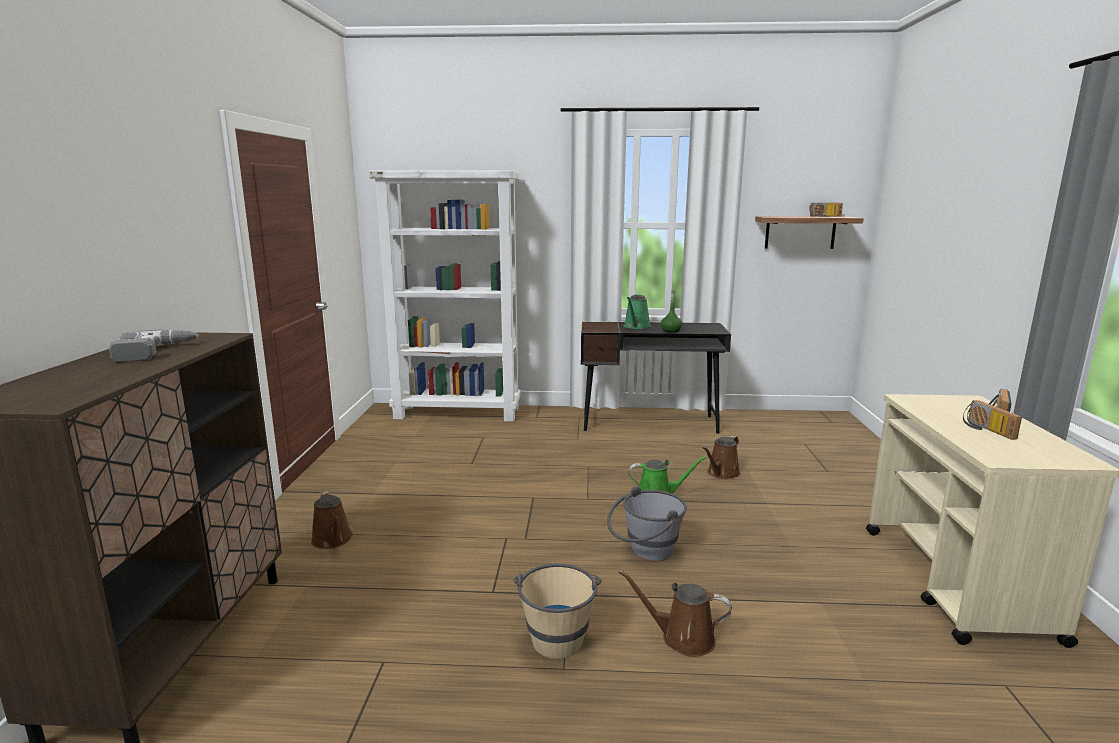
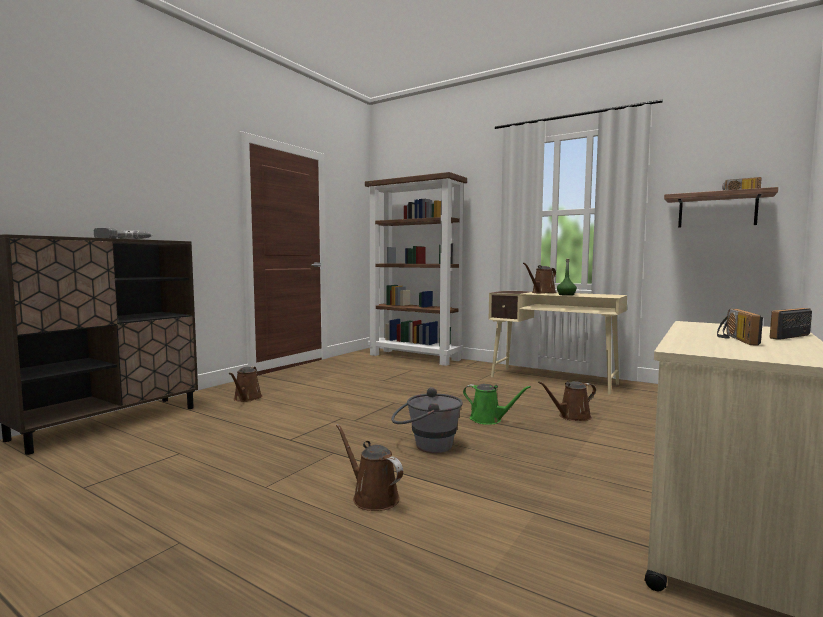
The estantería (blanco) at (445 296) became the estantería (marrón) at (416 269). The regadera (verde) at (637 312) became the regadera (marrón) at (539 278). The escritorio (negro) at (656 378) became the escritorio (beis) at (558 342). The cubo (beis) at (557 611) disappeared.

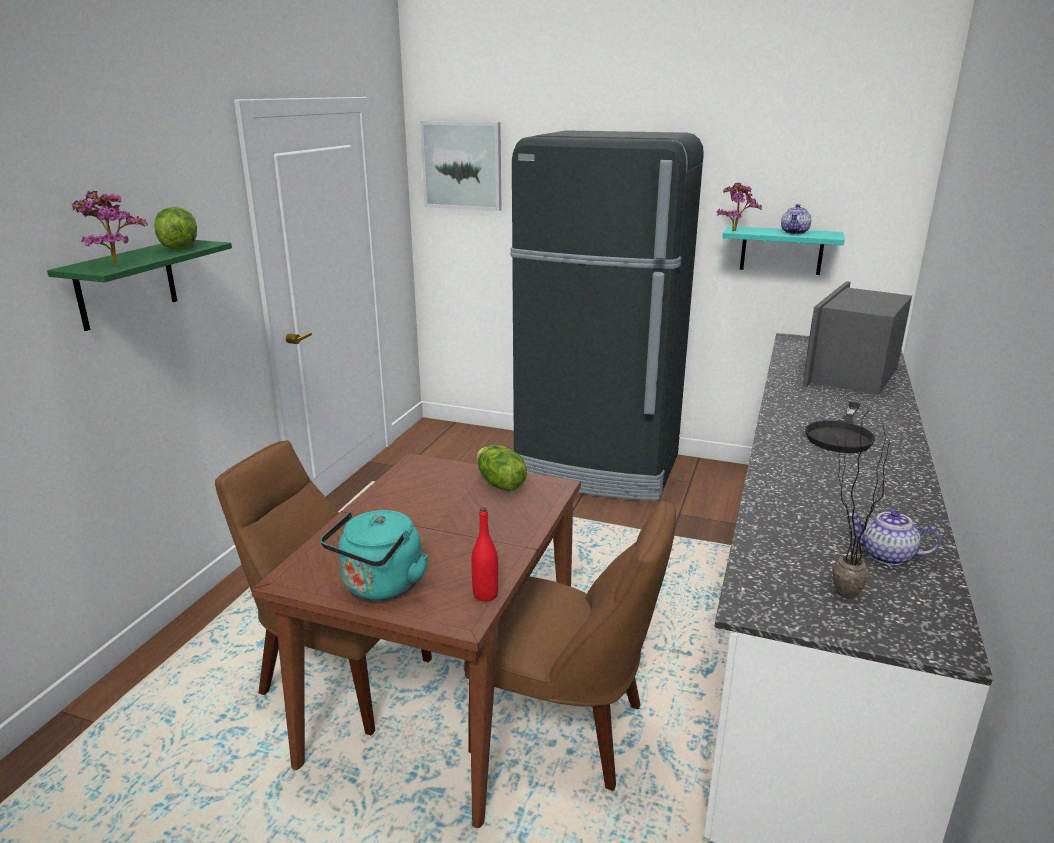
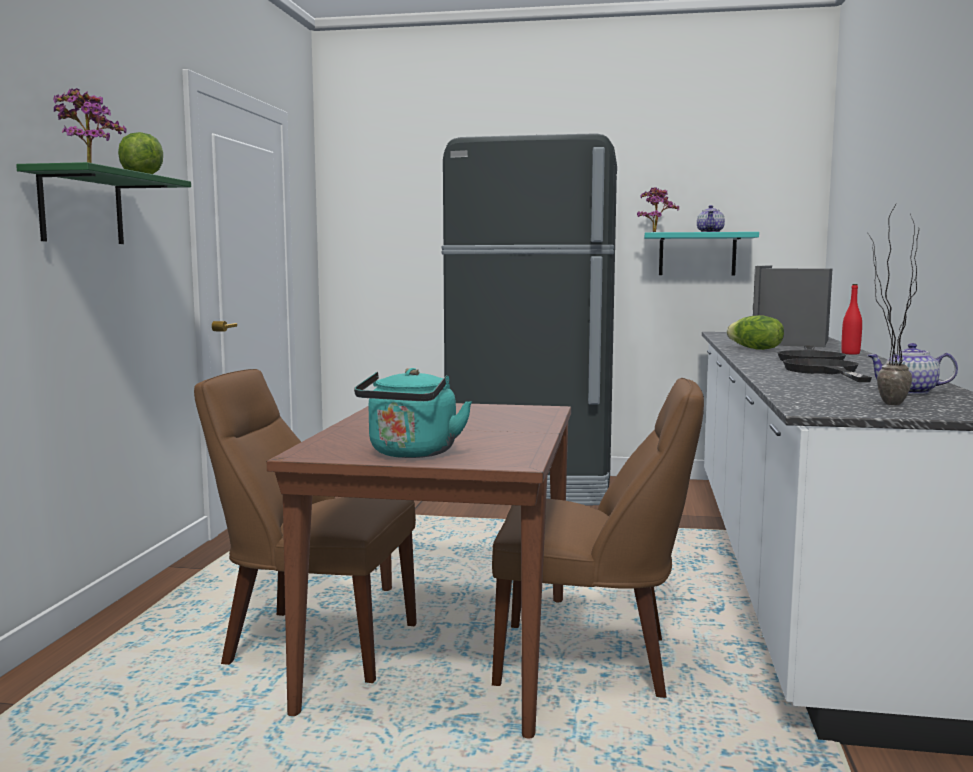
The cuadro at (461 166) disappeared. The lechuga moved from (502 468) to (755 332). The botella (rojo) moved from (484 554) to (851 319). The sartén (negro) at (827 370) appeared.

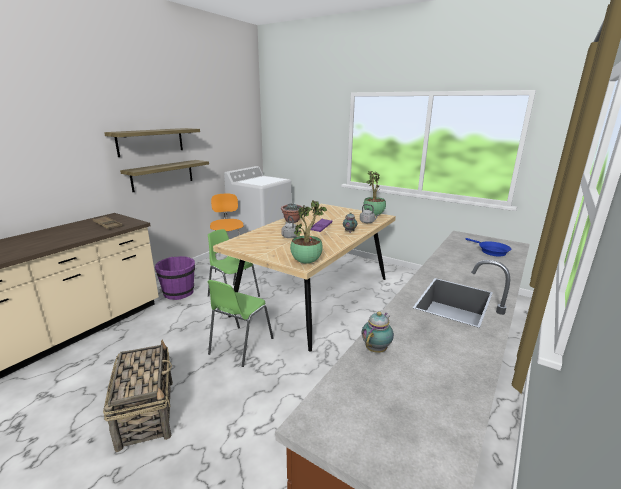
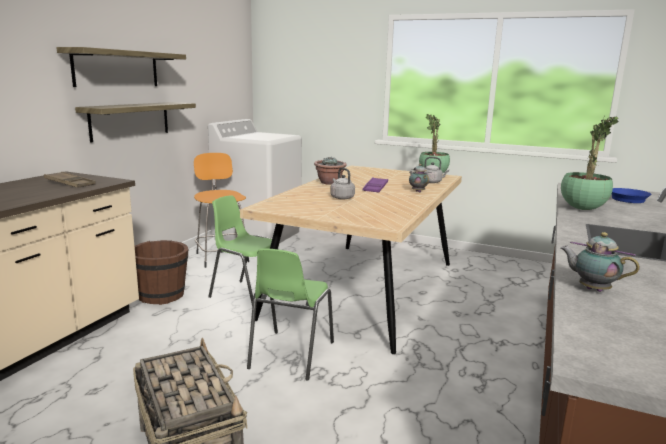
The planta en maceta moved from (308 232) to (590 163). The cubo (morado) at (175 278) became the cubo (marrón) at (162 272). The tetera at (377 332) turned 75 degrees counterclockwise.

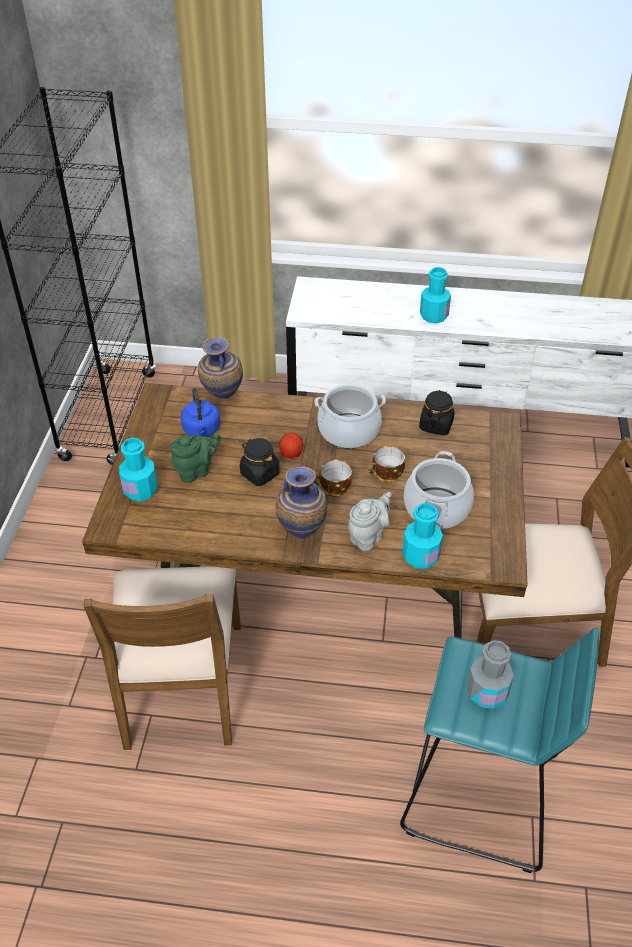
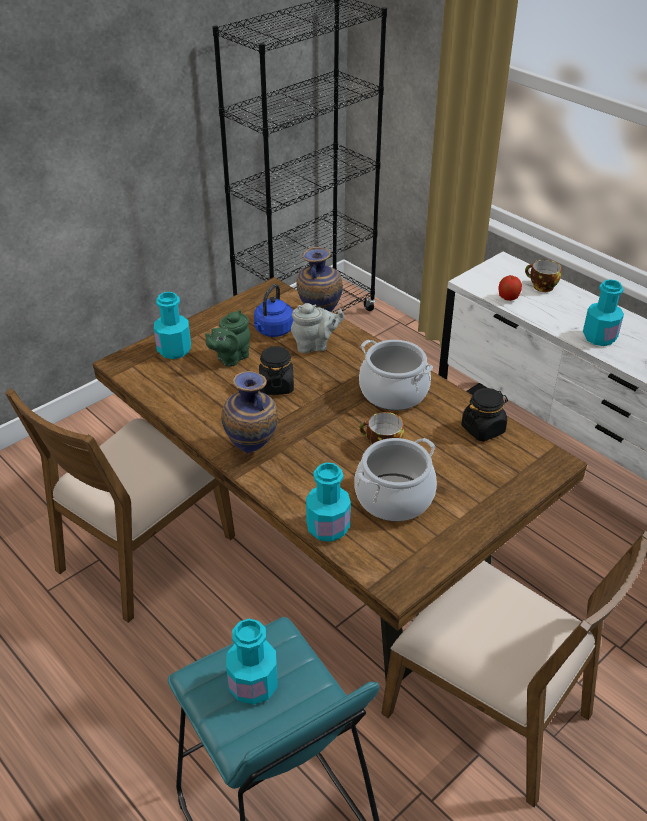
The manzana moved from (291 445) to (510 288). The tetera (verde) at (195 458) turned 120 degrees clockwise. The taza moved from (333 478) to (543 276). The tetera (gris) moved from (370 521) to (318 328). The botella (gris) at (490 674) became the botella (turquesa) at (252 662).

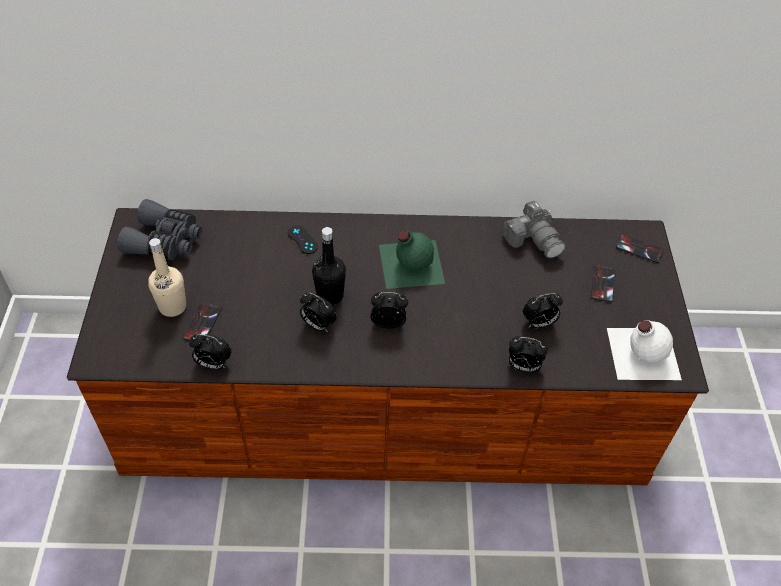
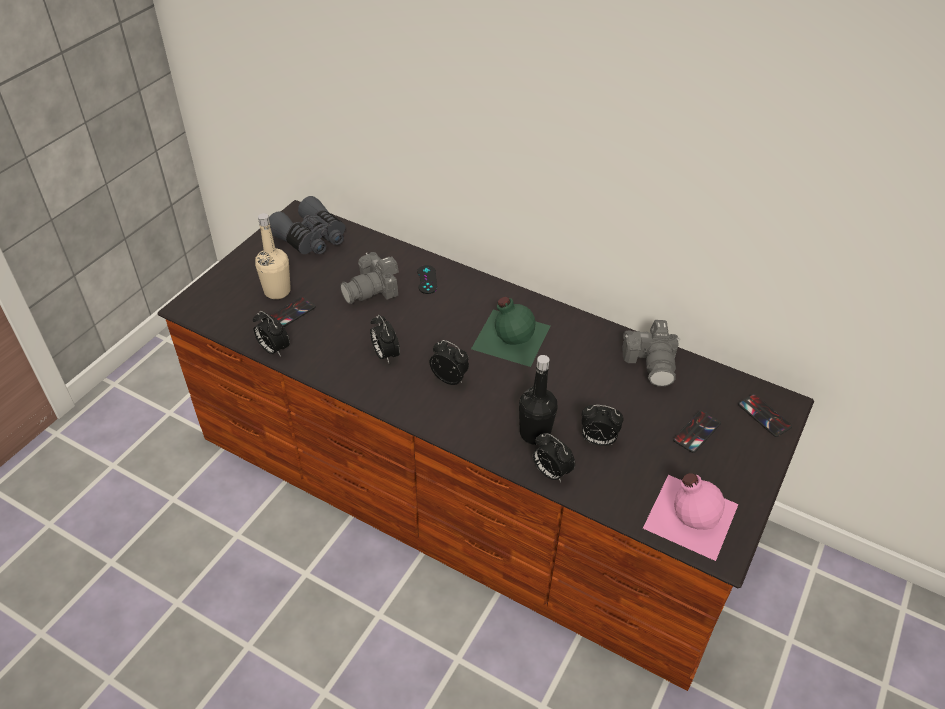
The botella (negro) moved from (329 266) to (538 400). The botella (blanco) at (644 350) became the botella (rosa) at (690 517). The cámara at (369 278) appeared.

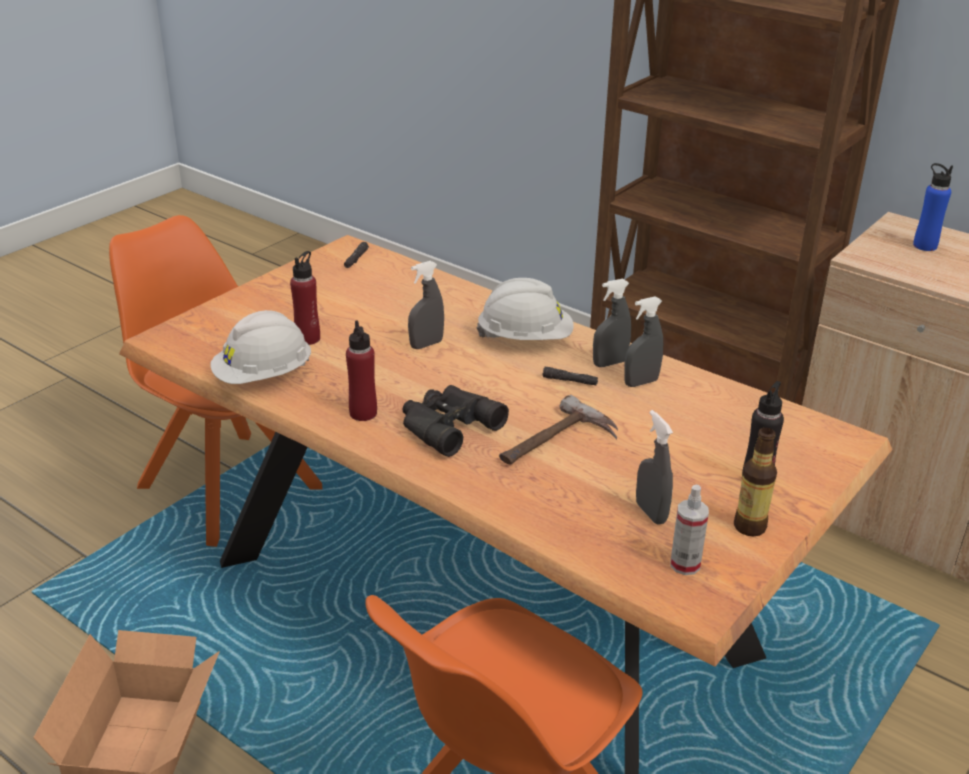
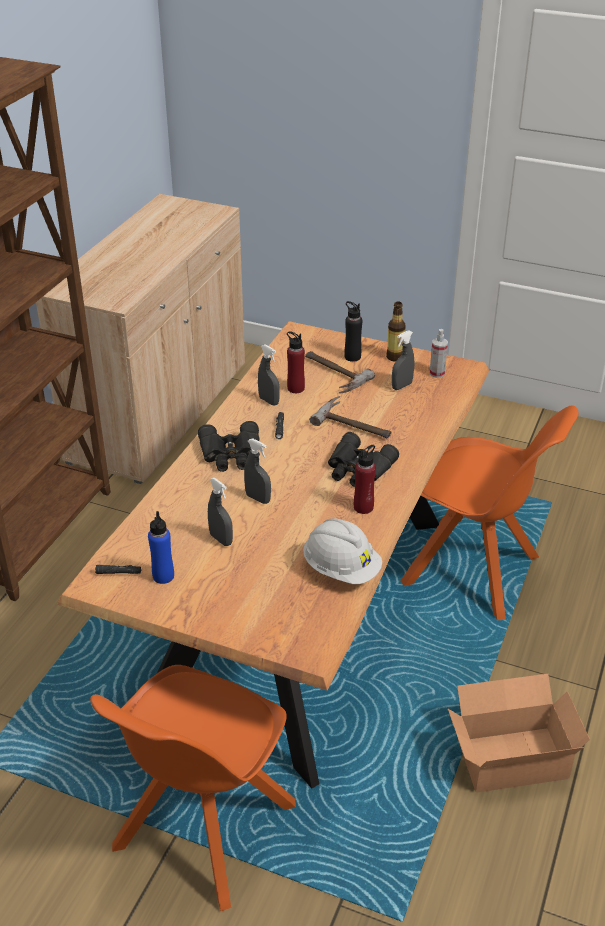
The botella (azul) moved from (933 207) to (161 547). The botella (rojo) moved from (305 298) to (296 362). The casco (blanco) at (525 309) was replaced by the prismáticos (negro) at (229 446). The pulverizador (gris) moved from (612 323) to (220 512). The martillo at (340 372) appeared.

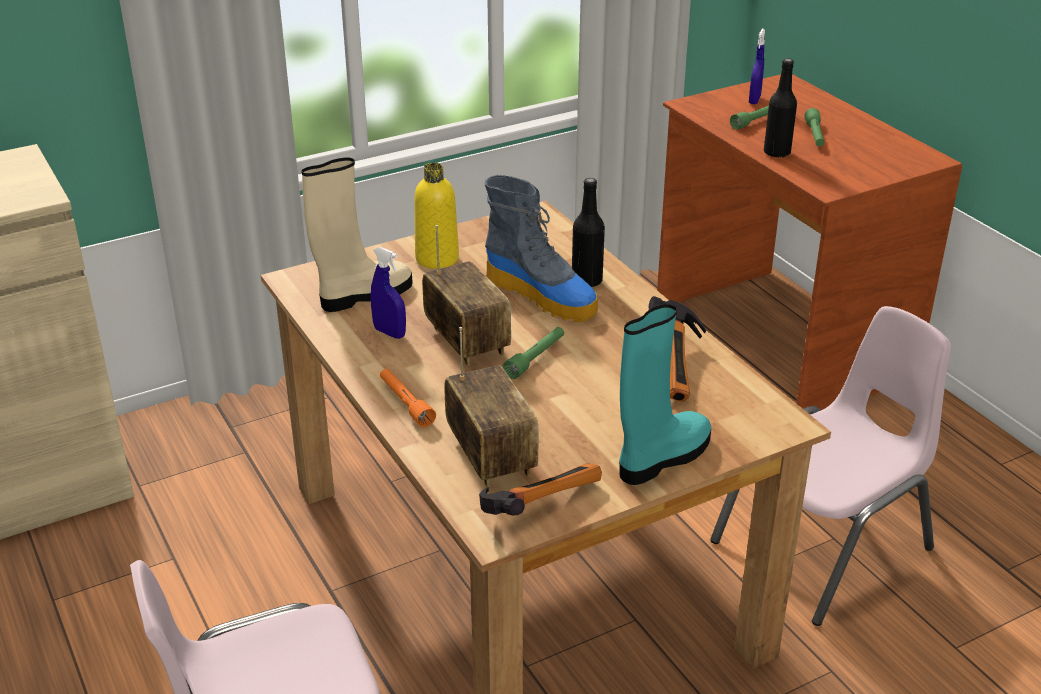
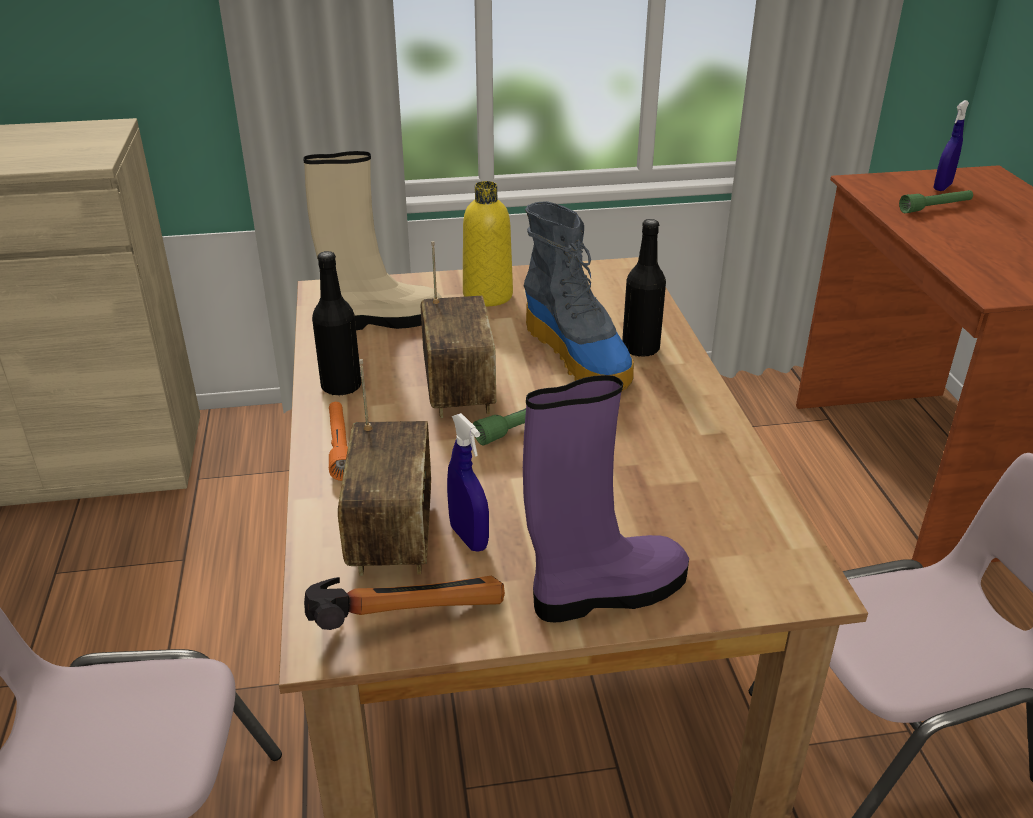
The botella (negro) moved from (780 108) to (336 323). The linterna (verde) at (814 127) disappeared. The pulverizador (azul) moved from (388 293) to (468 482). The martillo at (677 349) disappeared. The bota (turquesa) at (665 394) became the bota (morado) at (606 498).

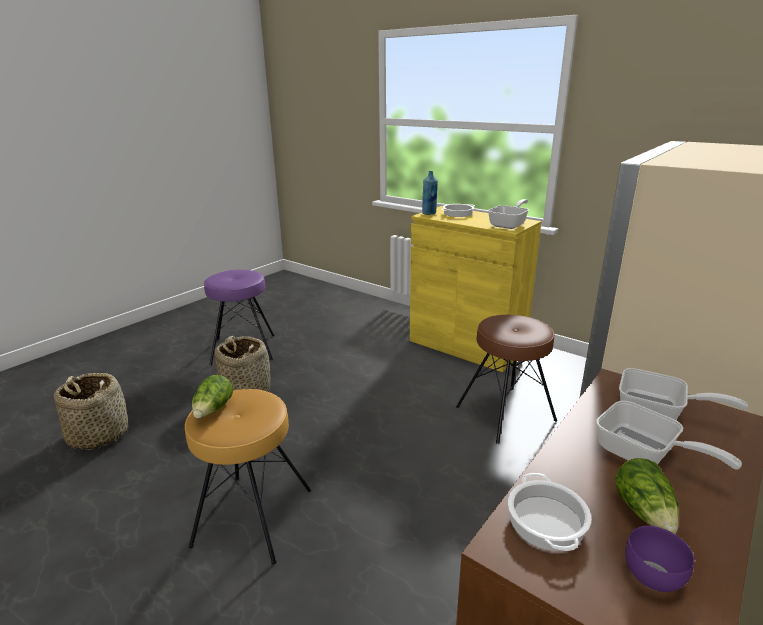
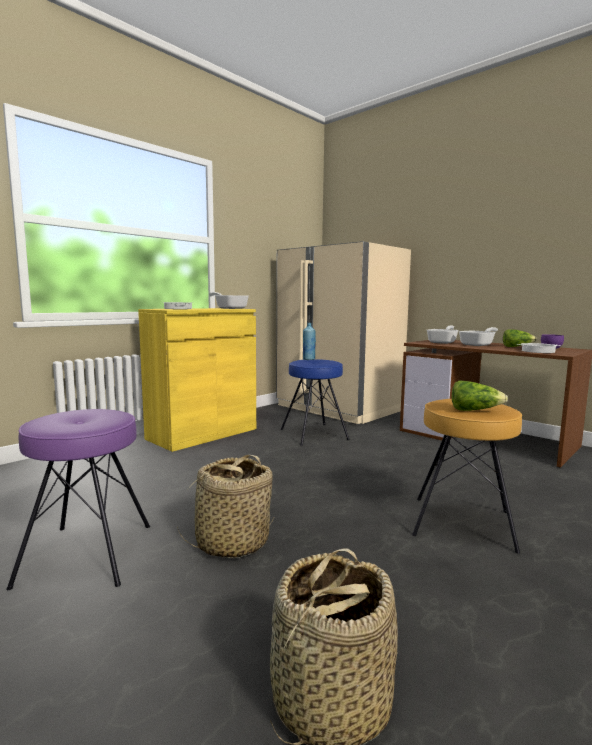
The botella (azul) moved from (430 193) to (309 341). The taburete (marrón) at (506 379) became the taburete (azul) at (315 402).

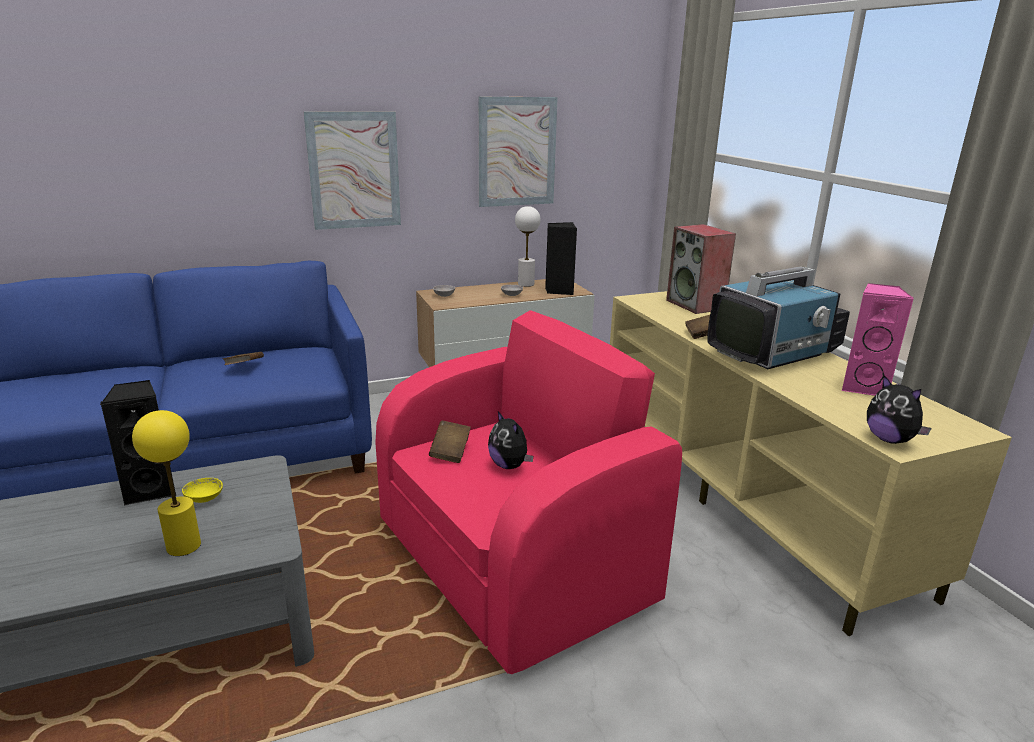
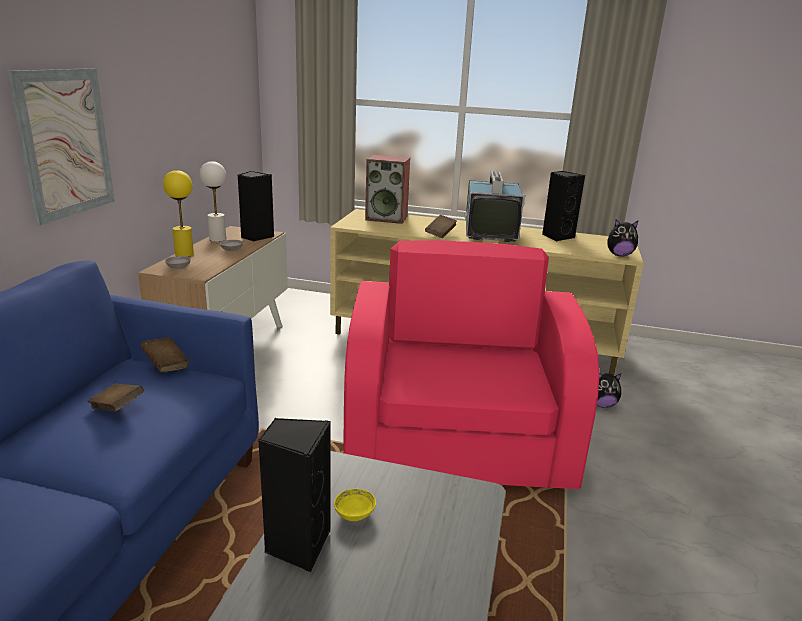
The cuadro at (518 152) disappeared. The altavoz (rosa) at (877 339) became the altavoz (negro) at (563 206). The lámpara de mesa (amarillo) moved from (166 483) to (178 213). The peluche moved from (510 440) to (609 390). The libro (marrón) moved from (450 442) to (164 354).

